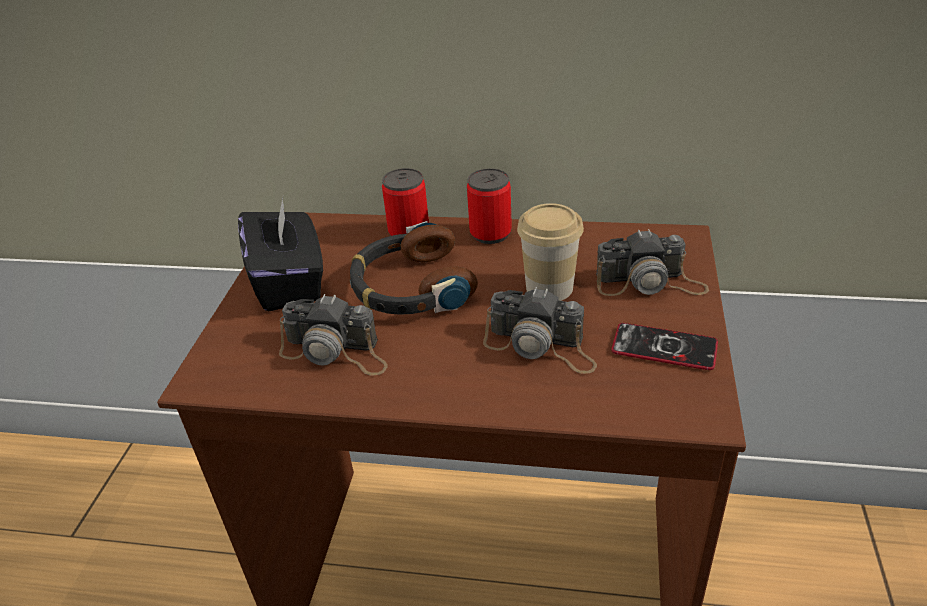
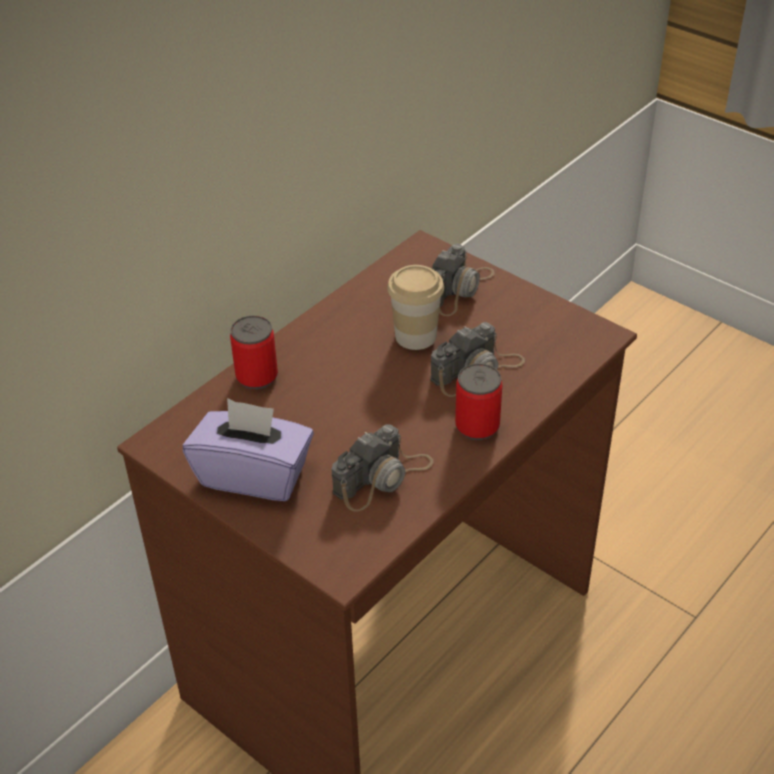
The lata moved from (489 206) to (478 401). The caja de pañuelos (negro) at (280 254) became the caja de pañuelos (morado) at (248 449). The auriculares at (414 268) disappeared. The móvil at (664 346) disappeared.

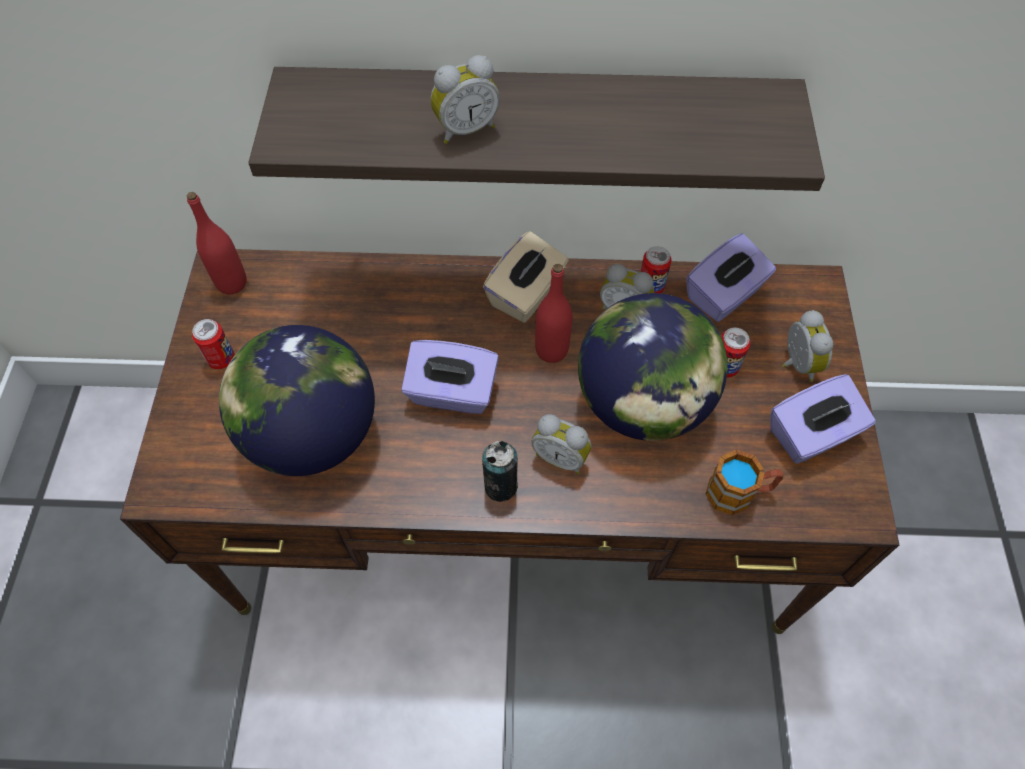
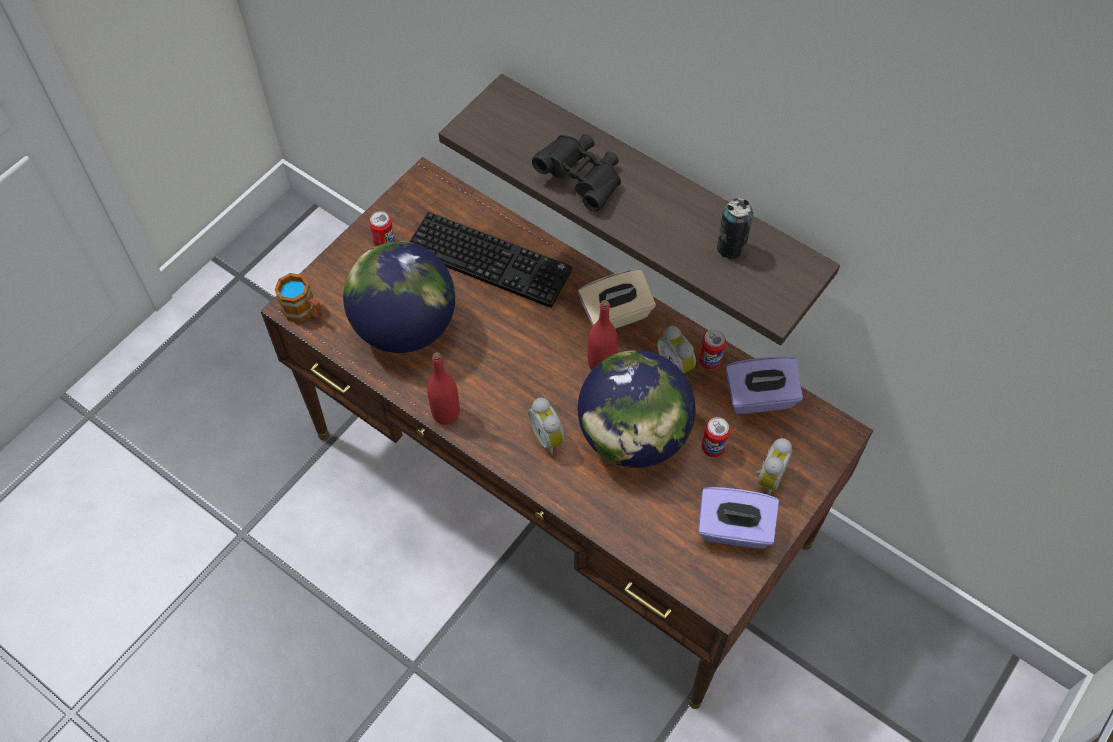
The despertador at (465 99) was replaced by the prismáticos (negro) at (576 172). The botella (rojo) moved from (217 243) to (443 388). The caja de pañuelos (morado) at (450 377) disappeared. The lata moved from (500 471) to (735 228). The taza grande moved from (744 482) to (298 297). The teclado at (490 260) appeared.

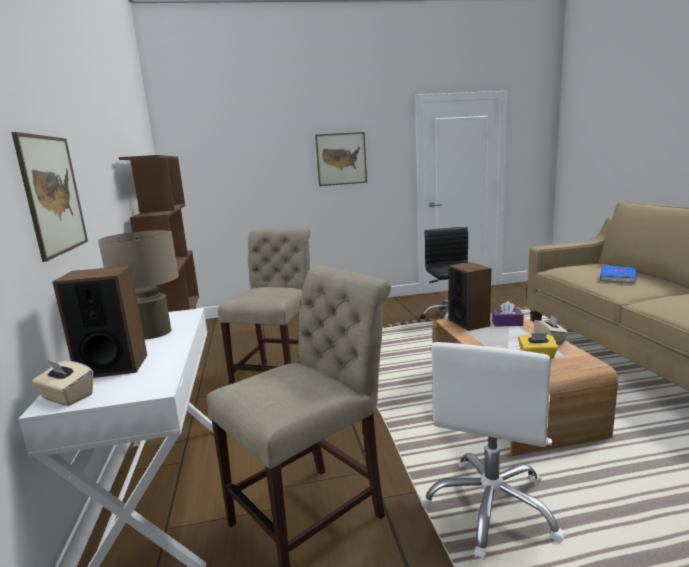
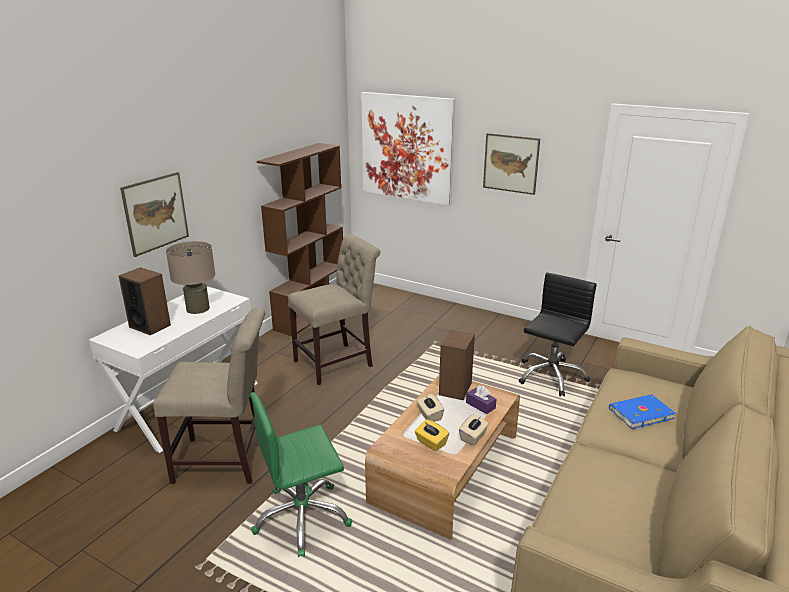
The silla de oficina (blanco) at (493 451) became the silla de oficina (verde) at (301 474). The caja de pañuelos (beis) moved from (62 383) to (430 407). The cuadro at (408 148) appeared.

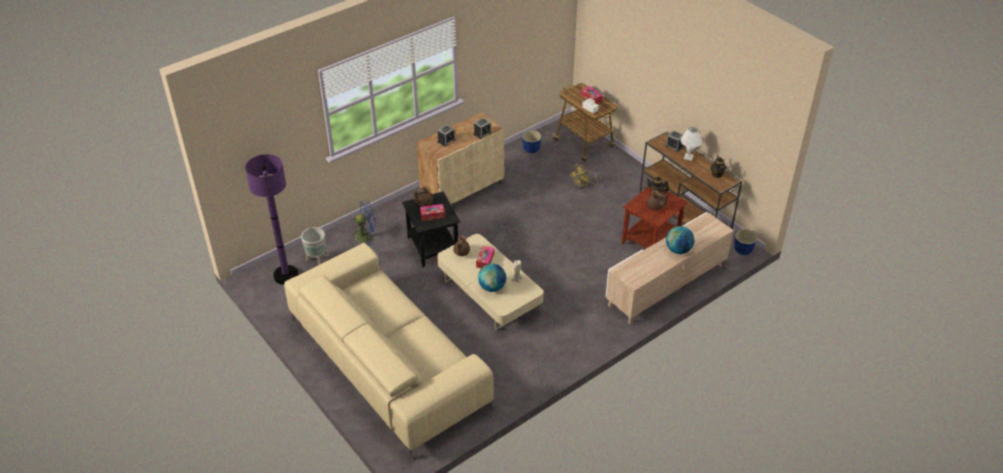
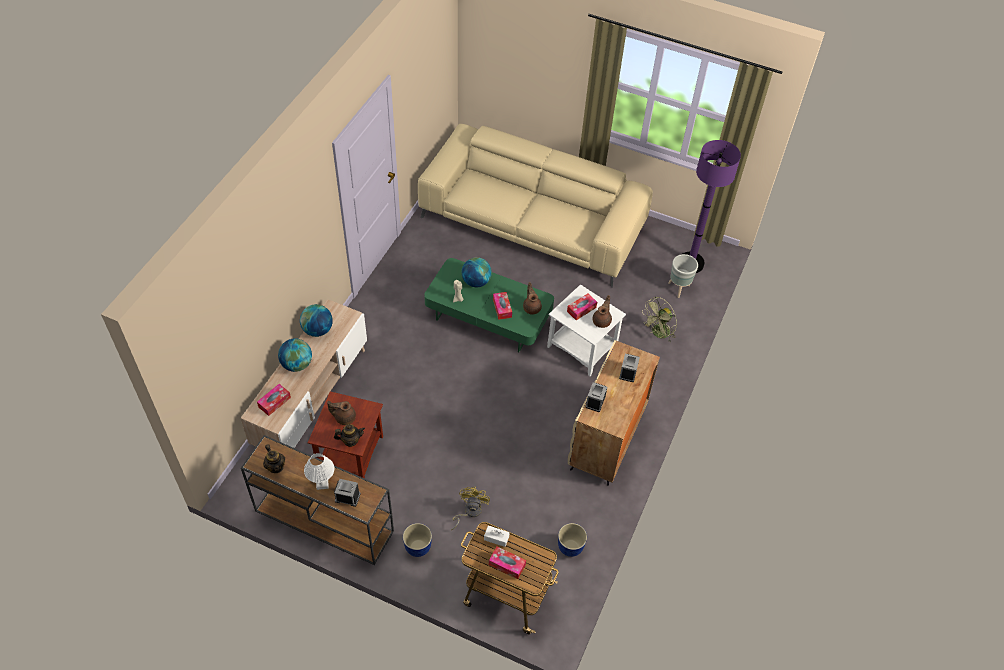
The mesa auxiliar (negro) at (431 229) became the mesa auxiliar (blanco) at (586 330). The ventilador (azul) at (363 223) became the ventilador (verde) at (659 319). The maceta moved from (745 242) to (417 540). The mesa de centro (beis) at (490 282) became the mesa de centro (verde) at (489 305). The globo terráqueo at (316 320) appeared. The caja de pañuelos at (274 400) appeared.

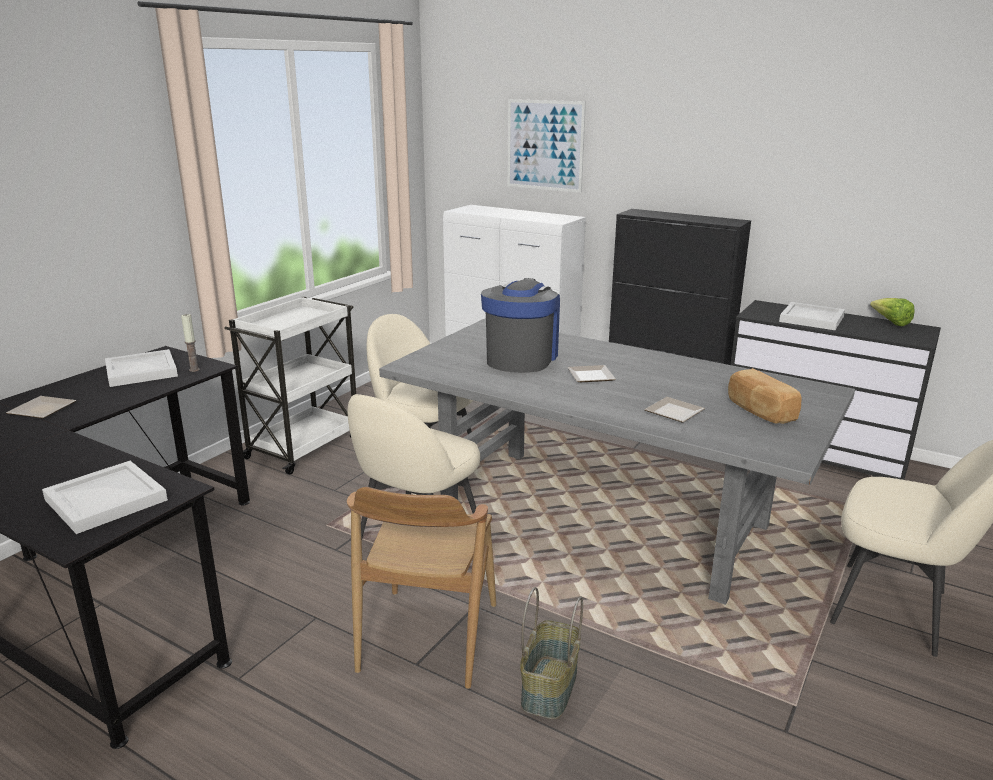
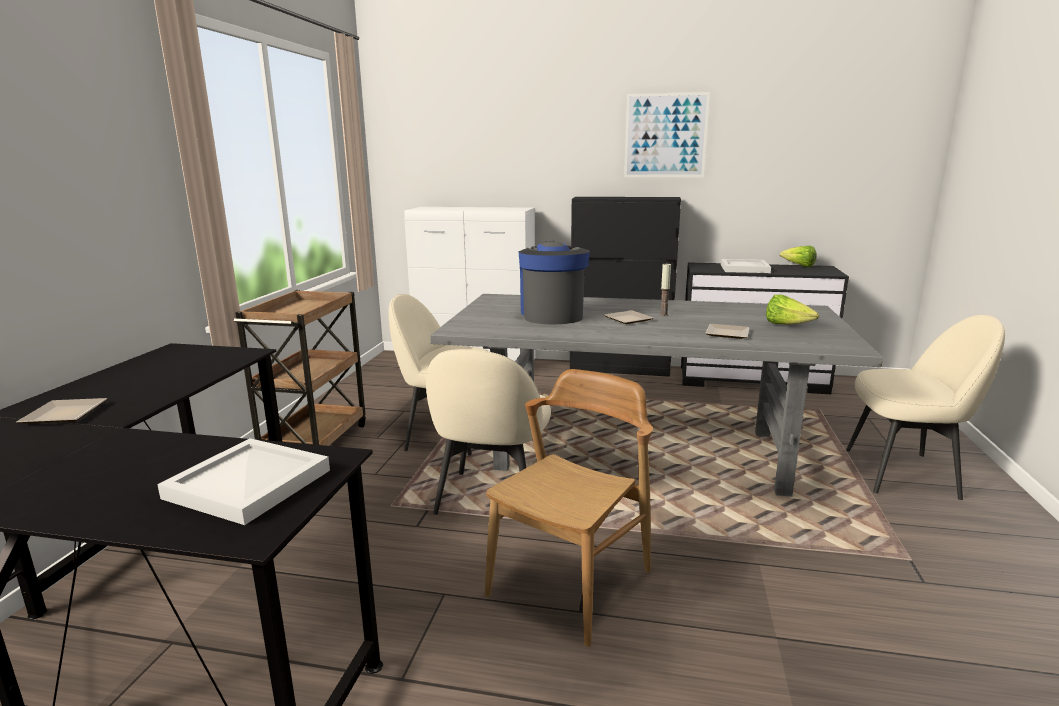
The cuadro moved from (546 146) to (667 134). The carrito (blanco) at (290 385) became the carrito (marrón) at (300 368). The vela moved from (190 343) to (665 290). The bandeja (blanco) at (141 368) disappeared. The pan at (765 396) was replaced by the lechuga at (792 310). The silla (marrón) at (421 588) turned 135 degrees counterclockwise. The cesta at (551 653) disappeared.

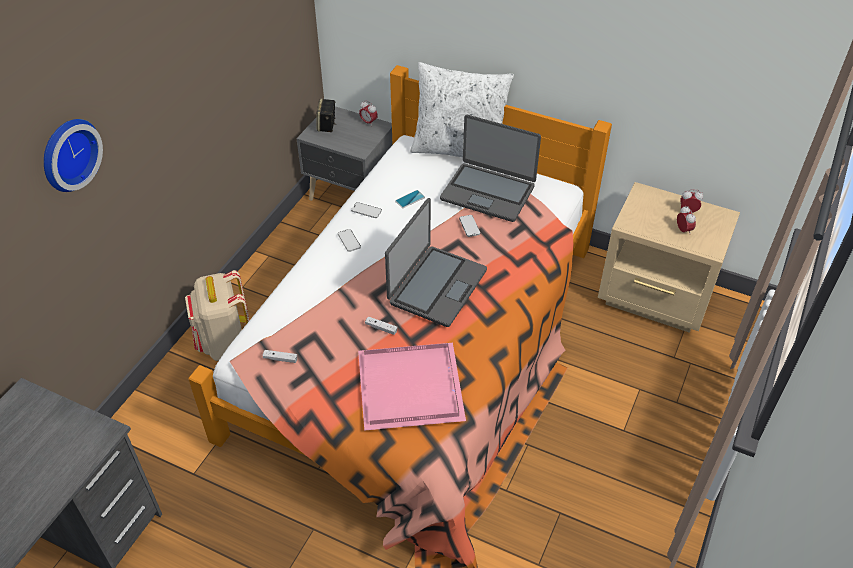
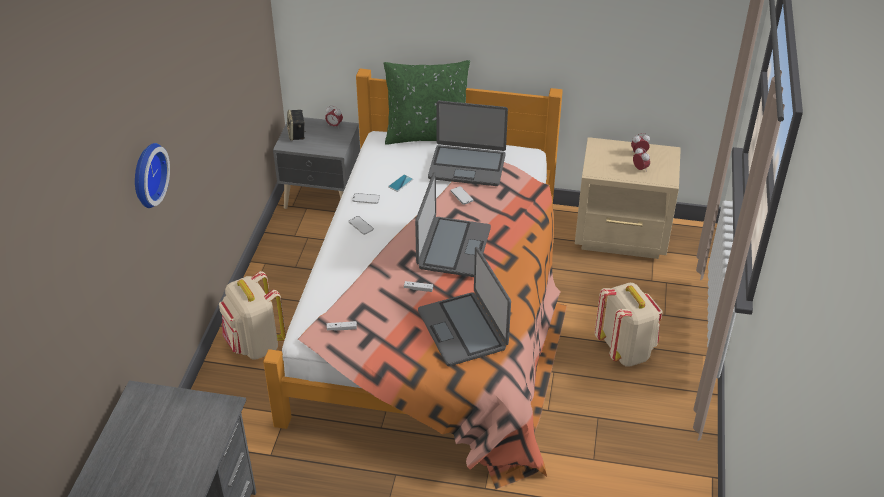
The cojín (blanco) at (462 109) became the cojín (verde) at (427 102). The bandeja (rosa) at (412 387) was replaced by the portátil at (464 306). The mochila (beis) at (629 325) appeared.

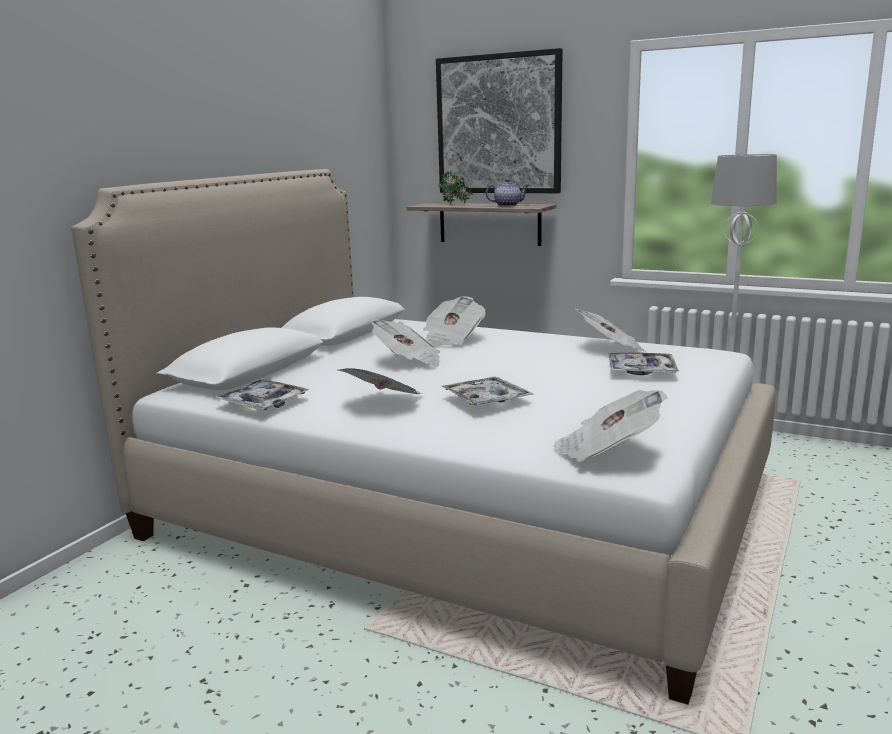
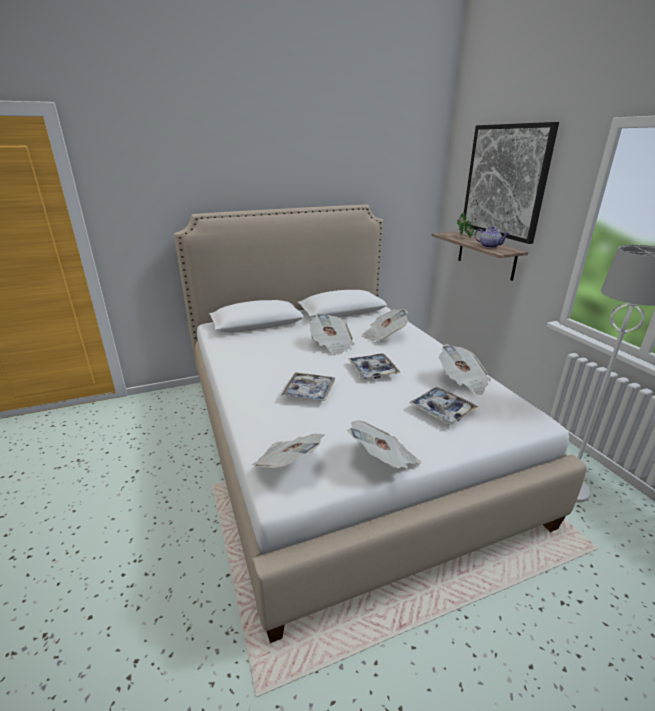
The periódico moved from (379 381) to (384 445). The bandeja moved from (262 395) to (375 366).

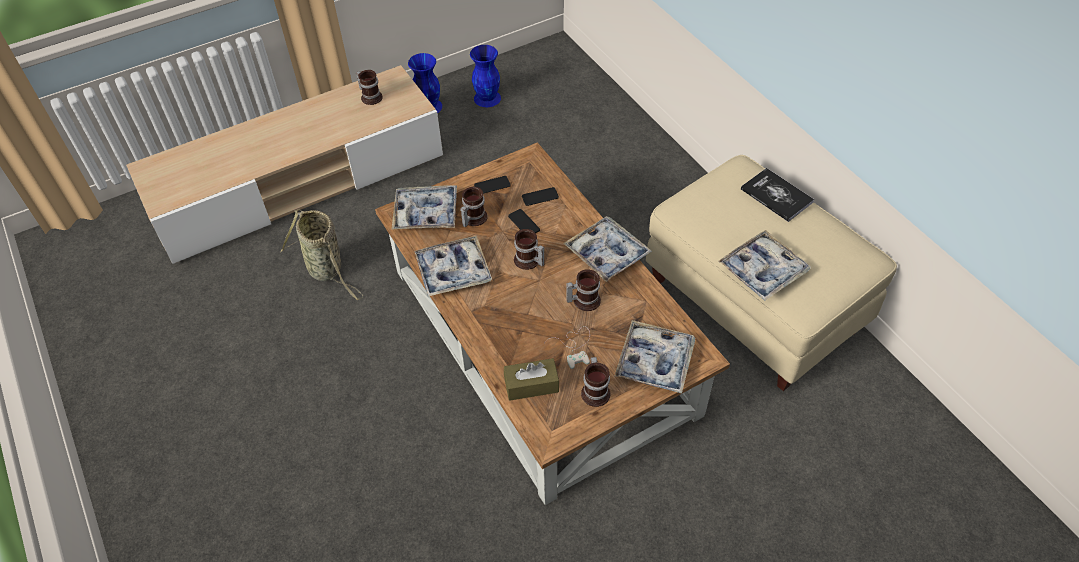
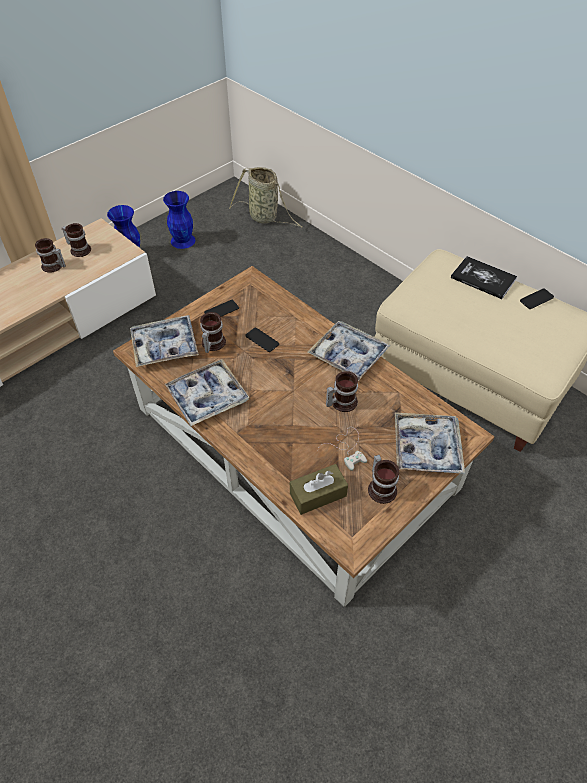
The móvil moved from (540 196) to (537 298). The cesta moved from (321 255) to (266 197). The taza grande moved from (529 249) to (50 255). The bandeja at (764 265) disappeared.

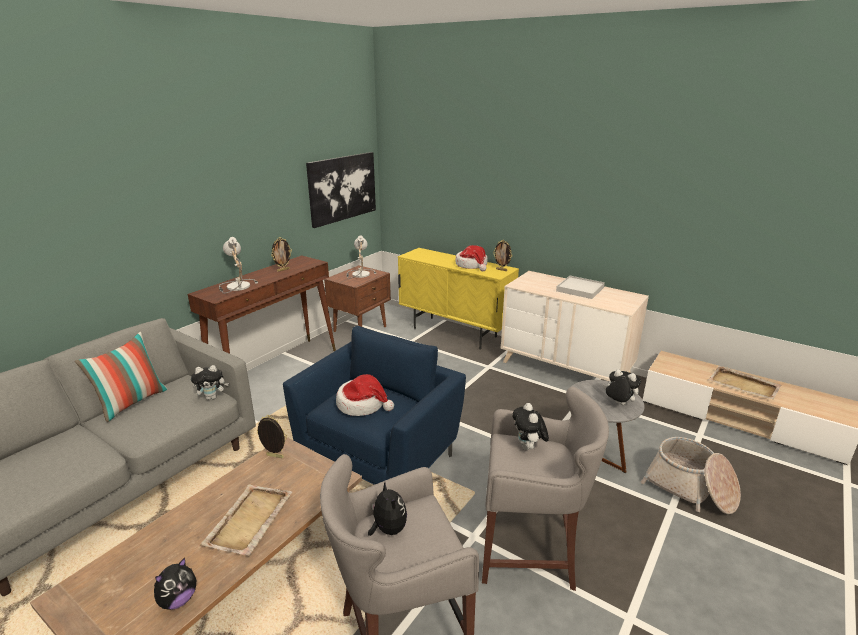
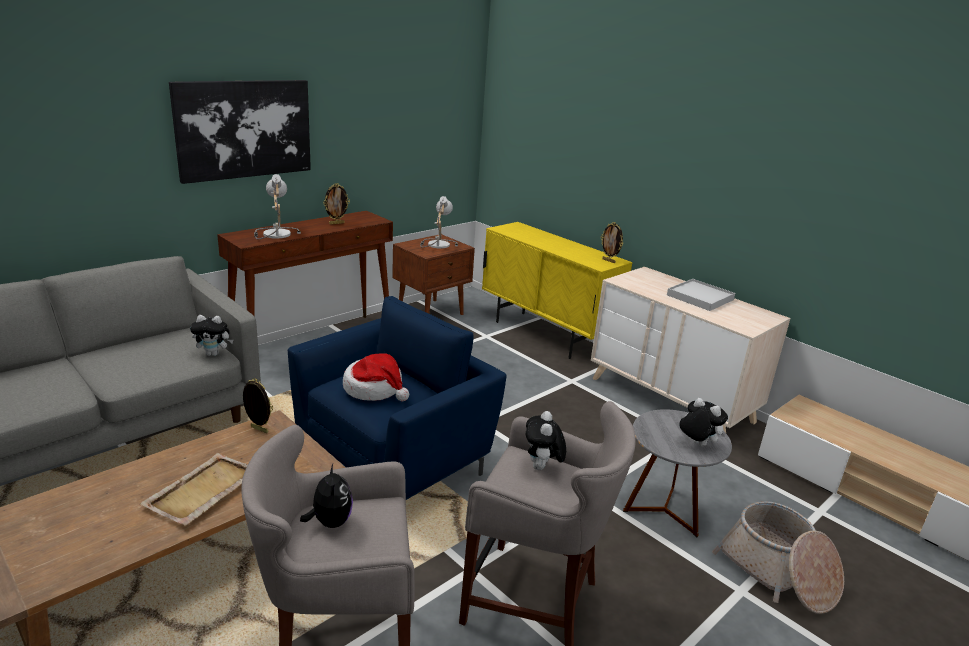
The cuadro moved from (341 190) to (240 132). The sombrero at (471 258) disappeared. The cojín at (121 377) disappeared. The bandeja (beis) at (745 382) disappeared. The peluche at (175 583) disappeared.

